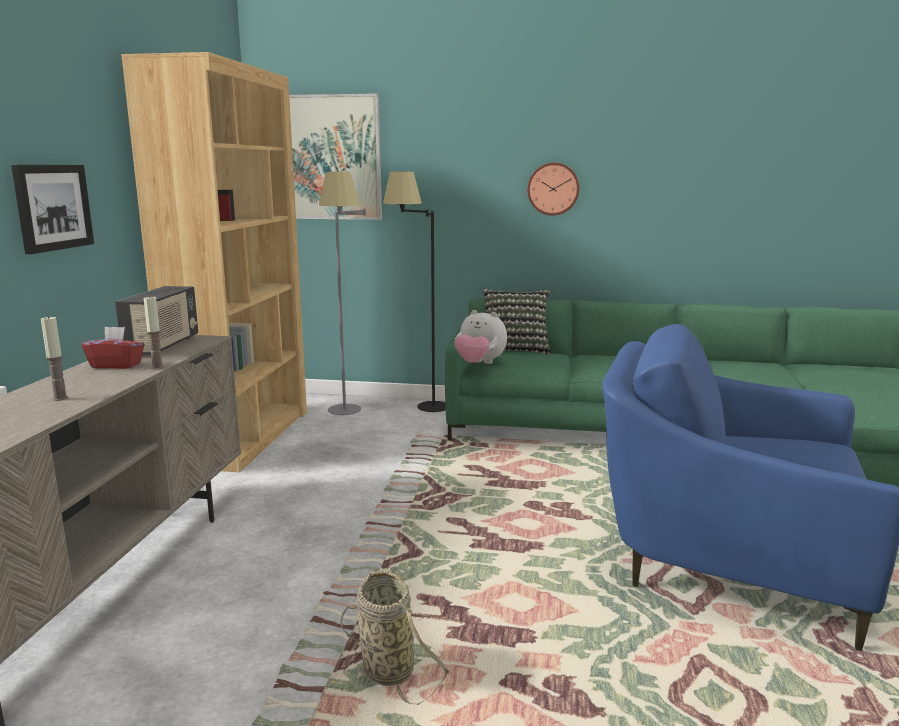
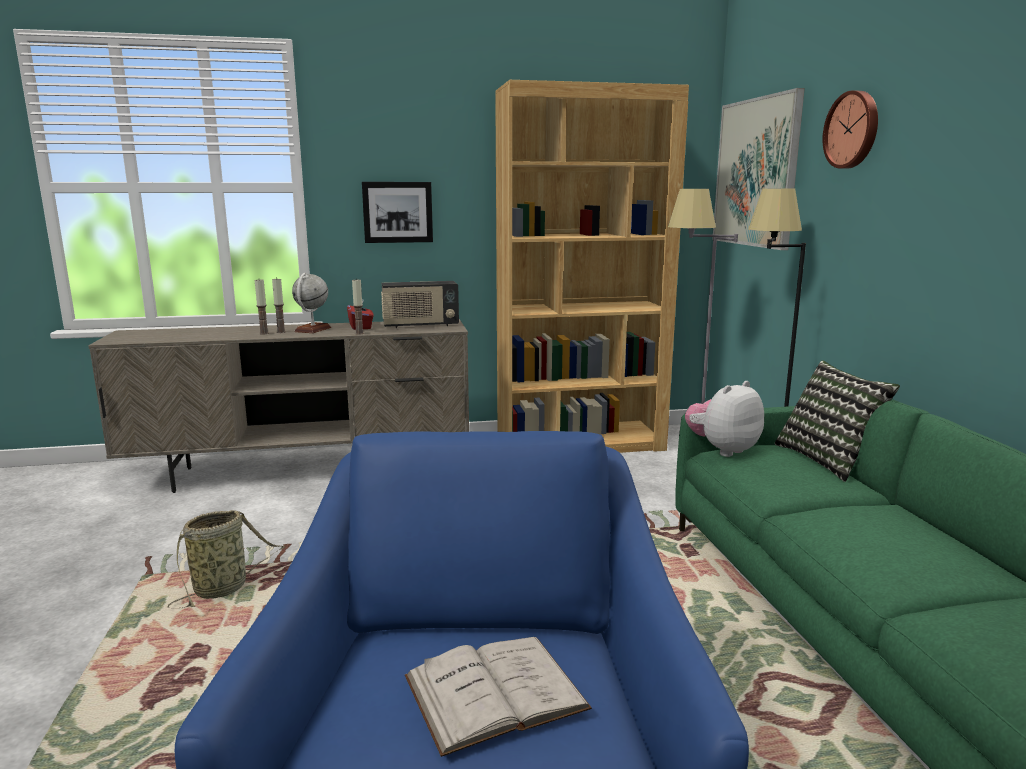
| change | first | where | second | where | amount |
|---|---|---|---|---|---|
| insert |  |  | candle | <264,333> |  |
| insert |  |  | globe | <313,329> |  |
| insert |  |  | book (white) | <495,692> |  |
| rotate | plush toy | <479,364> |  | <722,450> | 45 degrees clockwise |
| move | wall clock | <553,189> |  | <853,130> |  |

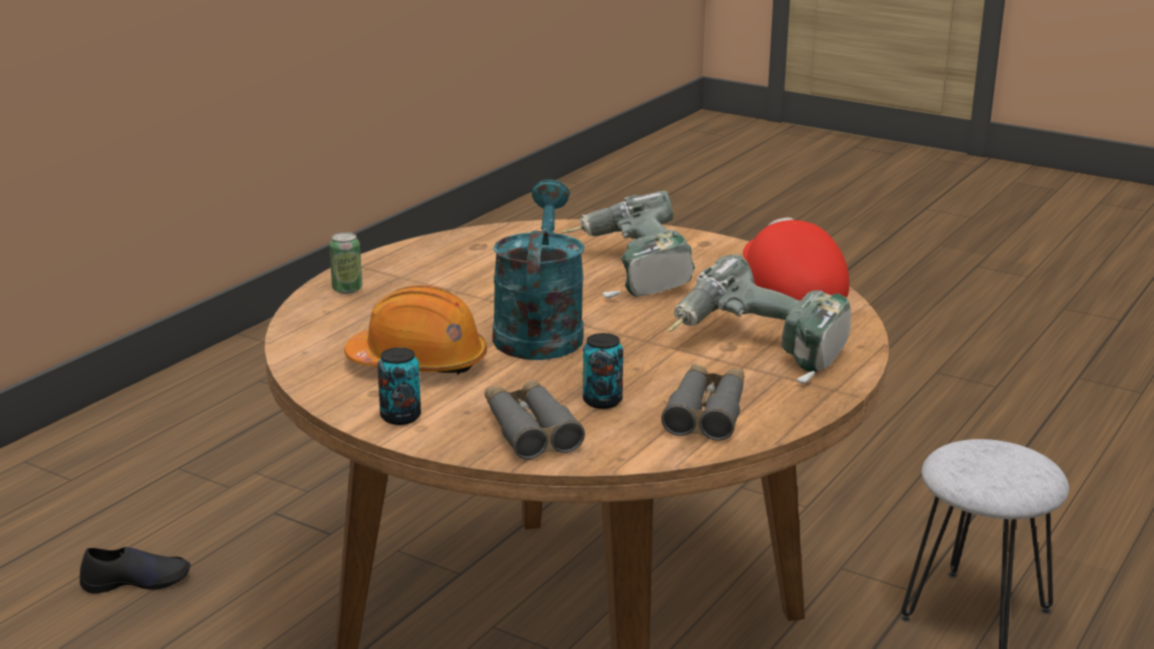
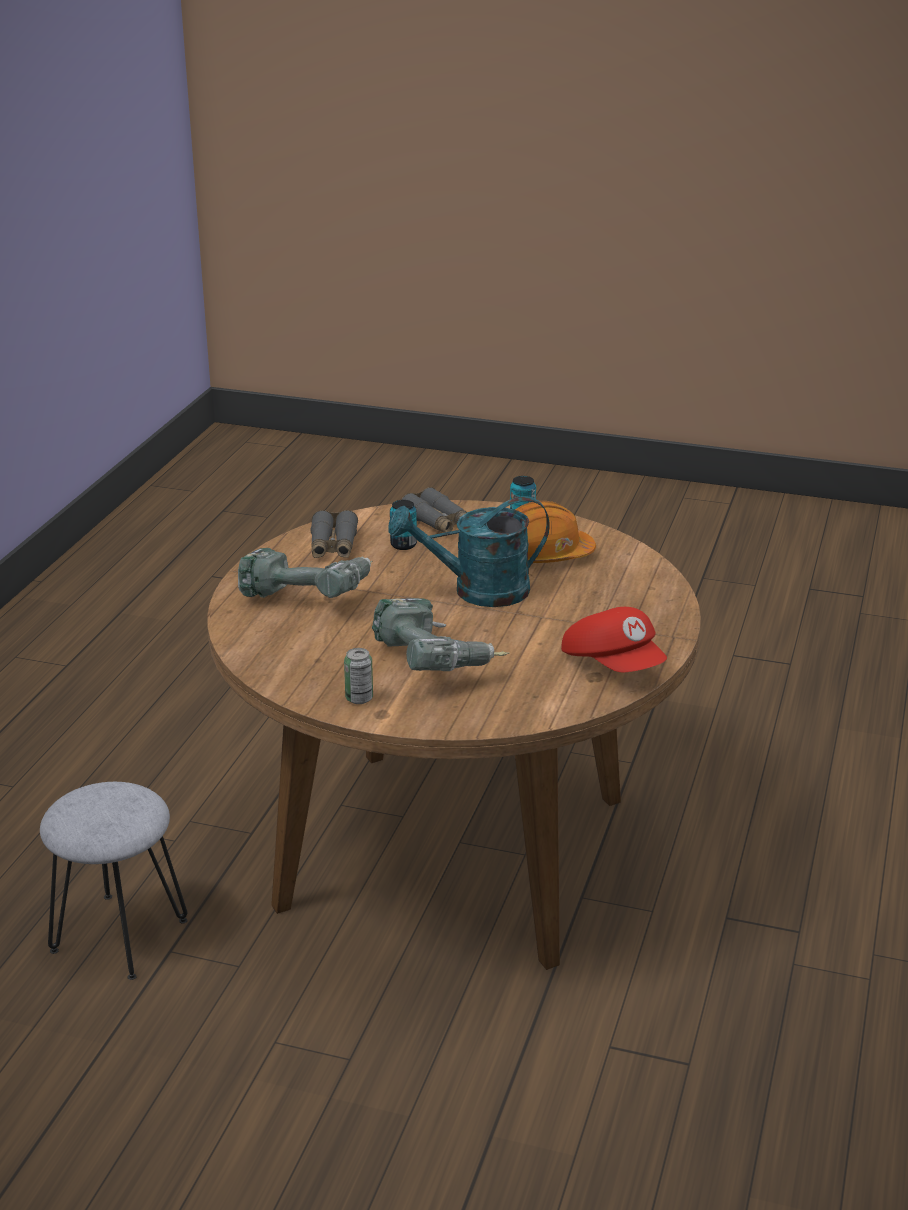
| change | first | where | second | where | amount |
|---|---|---|---|---|---|
| move | can | <347,289> |  | <359,698> |  |
| rotate | watering can (turquoise) | <539,331> |  | <477,592> | 90 degrees clockwise |
| move | cap (red) | <789,293> |  | <614,665> |  |
| delete | shoe (black) | <136,581> |  |  |  |

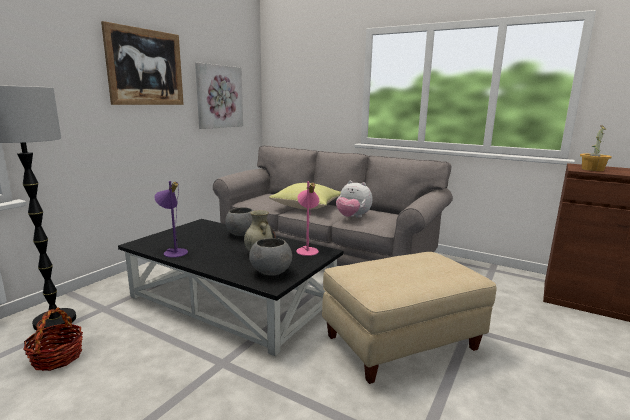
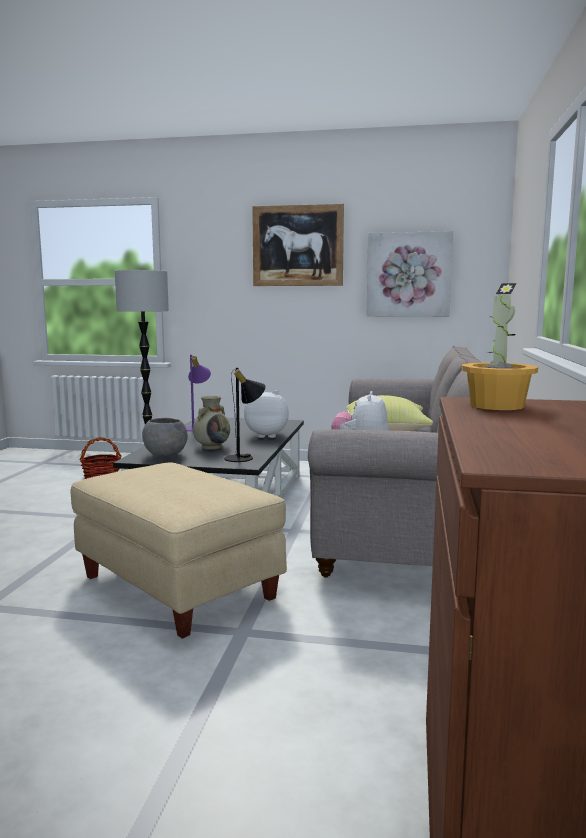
| change | first | where | second | where | amount |
|---|---|---|---|---|---|
| recolor | table lamp (pink) | <307,249> | table lamp (black) | <244,458> |  |
| replace | bowl (grey) | <242,234> | plush toy | <267,435> |  |

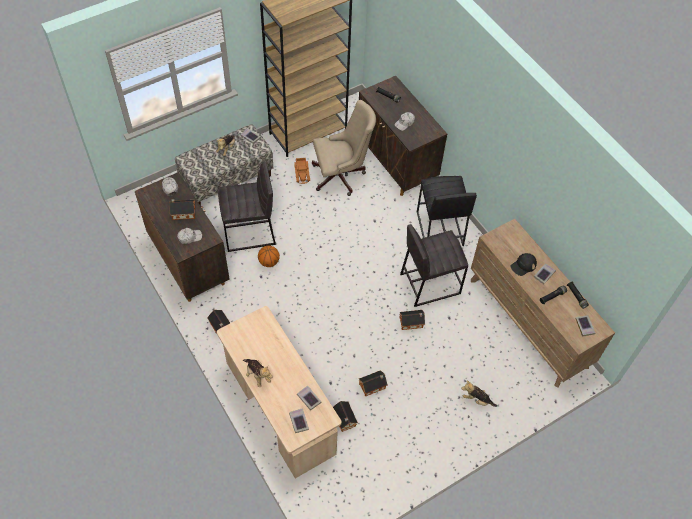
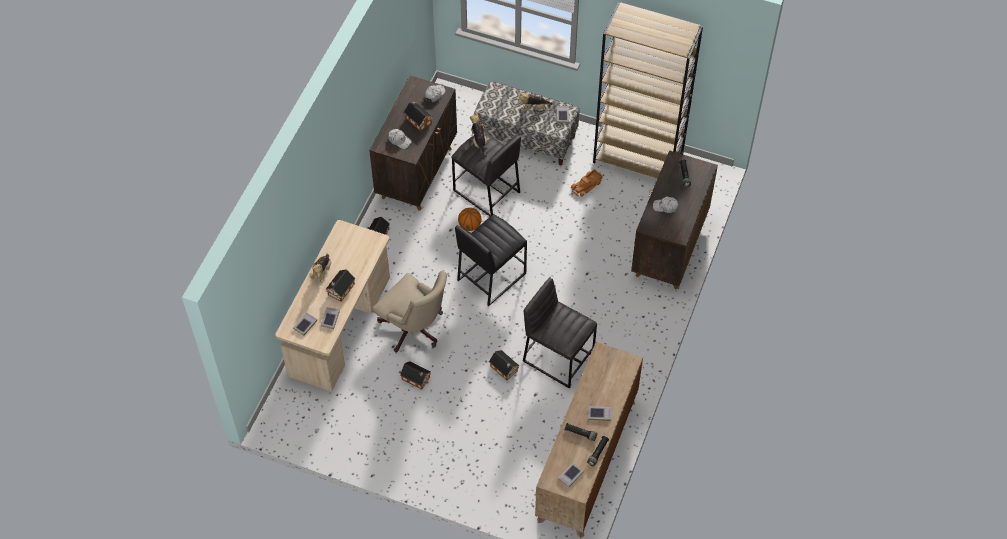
| change | first | where | second | where | amount |
|---|---|---|---|---|---|
| move | toy house | <344,420> |  | <340,290> |  |
| move | office chair (beige) | <341,176> |  | <414,329> |  |
| move | stool (black) | <439,229> |  | <490,276> |  |
| move | plush toy | <477,399> |  | <479,142> |  |
| delete | cap (black) | <523,265> |  |  |  |

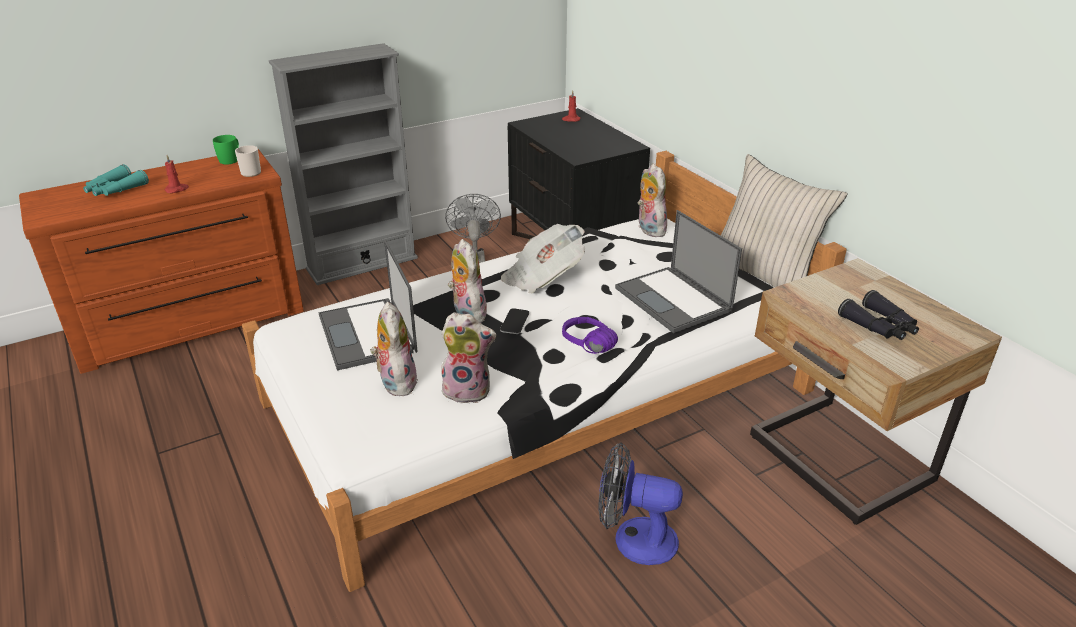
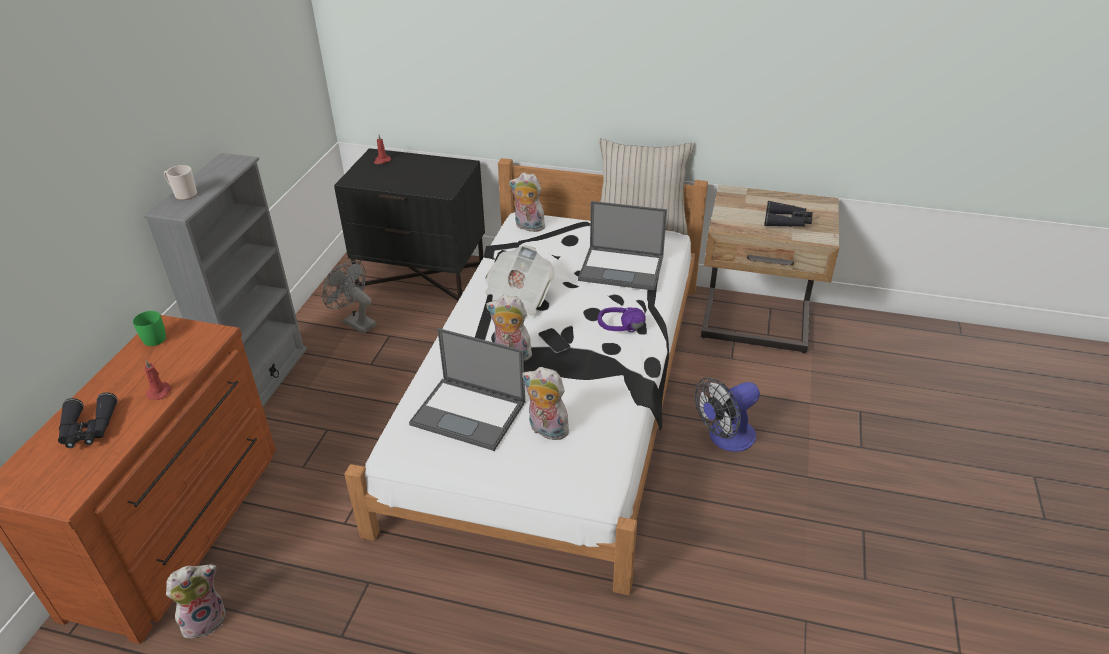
| change | first | where | second | where | amount |
|---|---|---|---|---|---|
| recolor | binoculars (turquoise) | <115,190> | binoculars (black) | <88,429> |  |
| move | mug | <250,172> |  | <183,194> |  |
| move | plush toy | <468,390> |  | <205,619> |  |

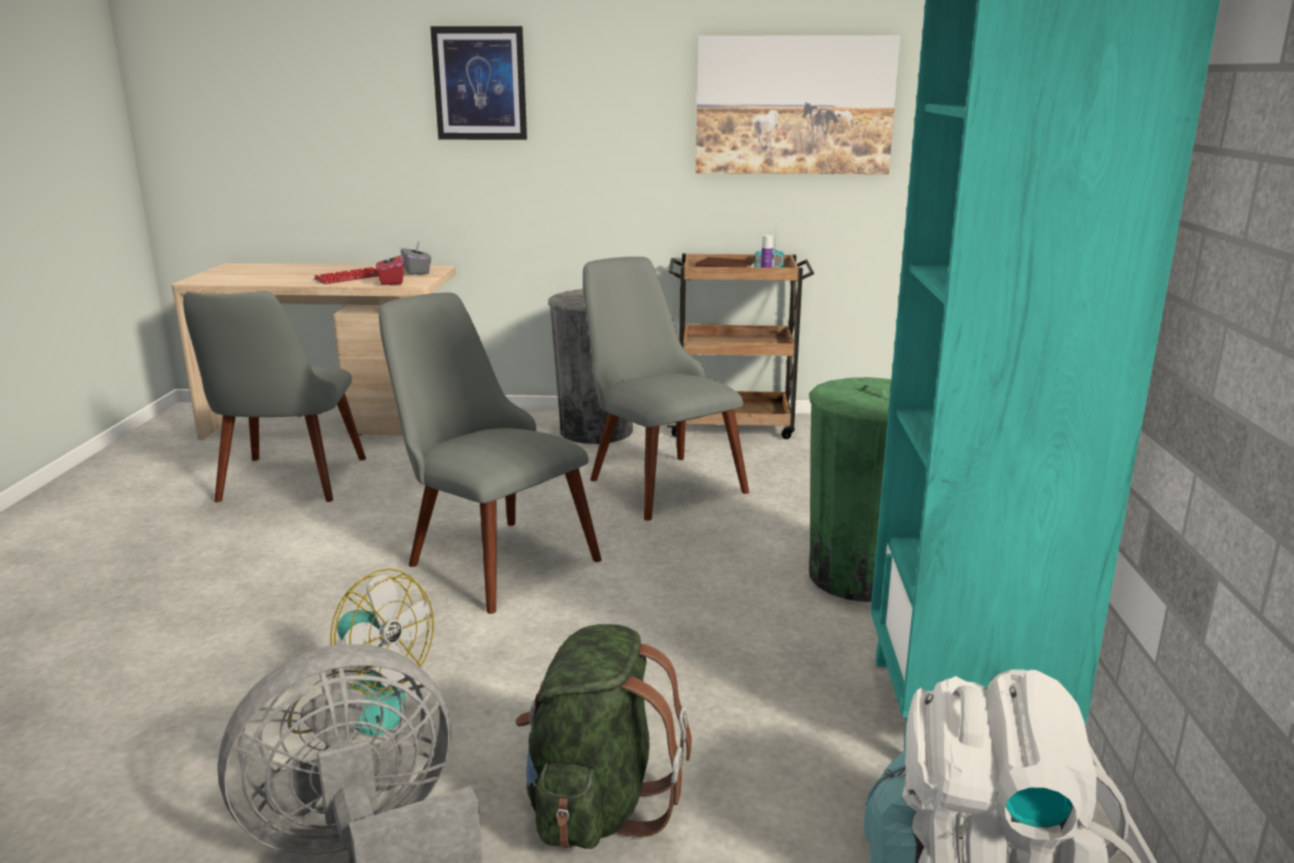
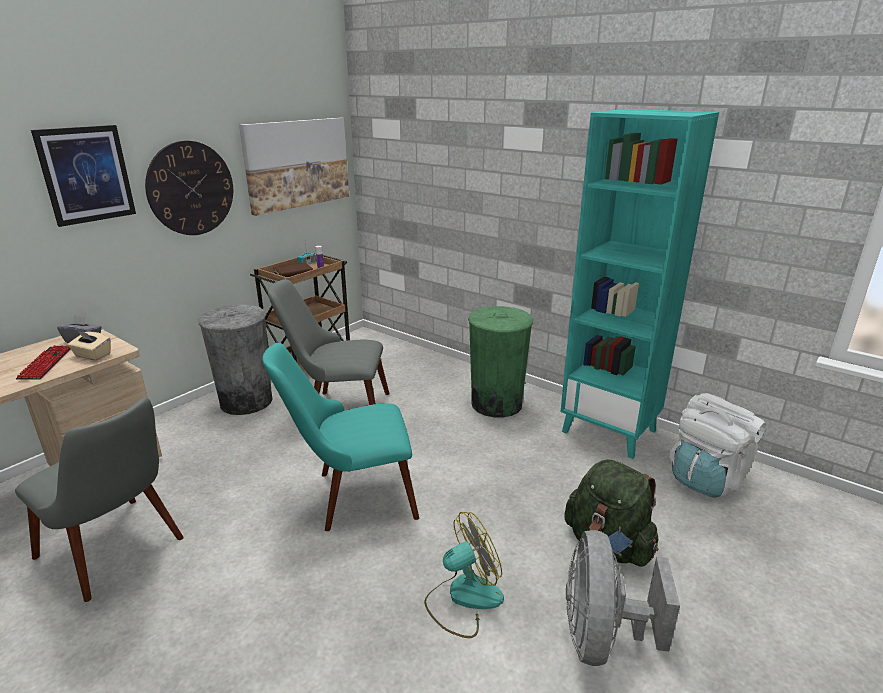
| change | first | where | second | where | amount |
|---|---|---|---|---|---|
| recolor | tissue box (red) | <391,281> | tissue box (beige) | <92,355> |  |
| insert |  |  | wall clock | <191,188> |  |
| recolor | chair (grey) | <487,555> | chair (turquoise) | <351,497> |  |

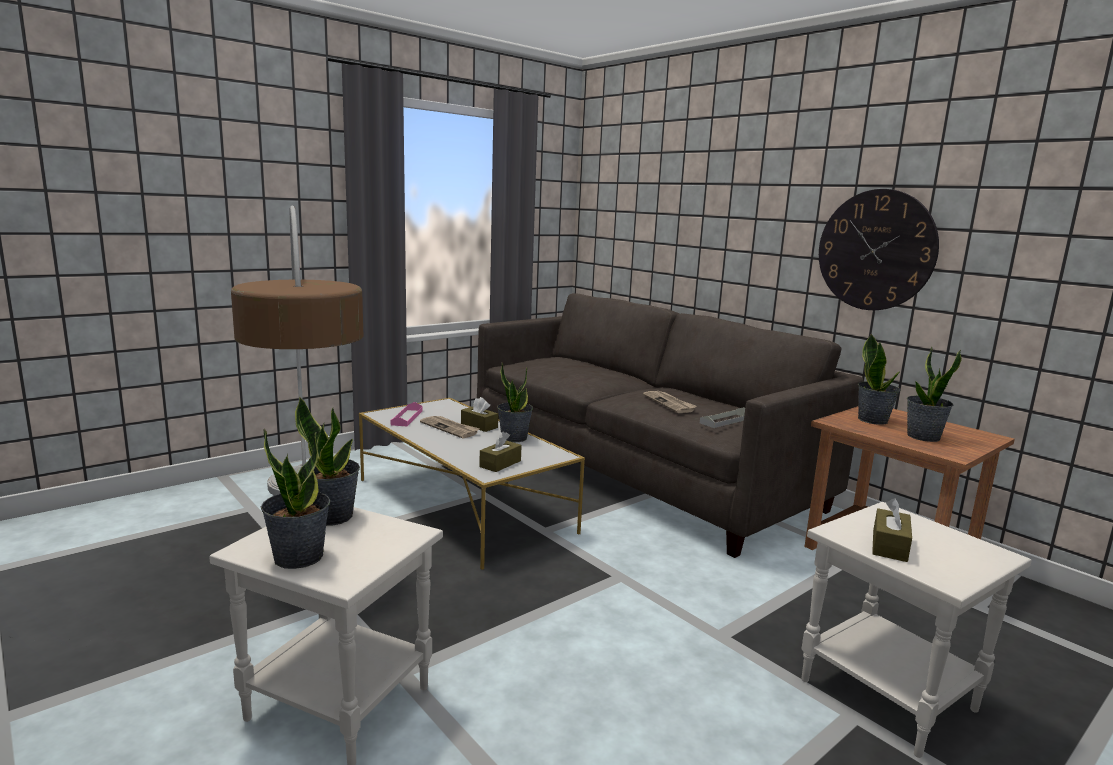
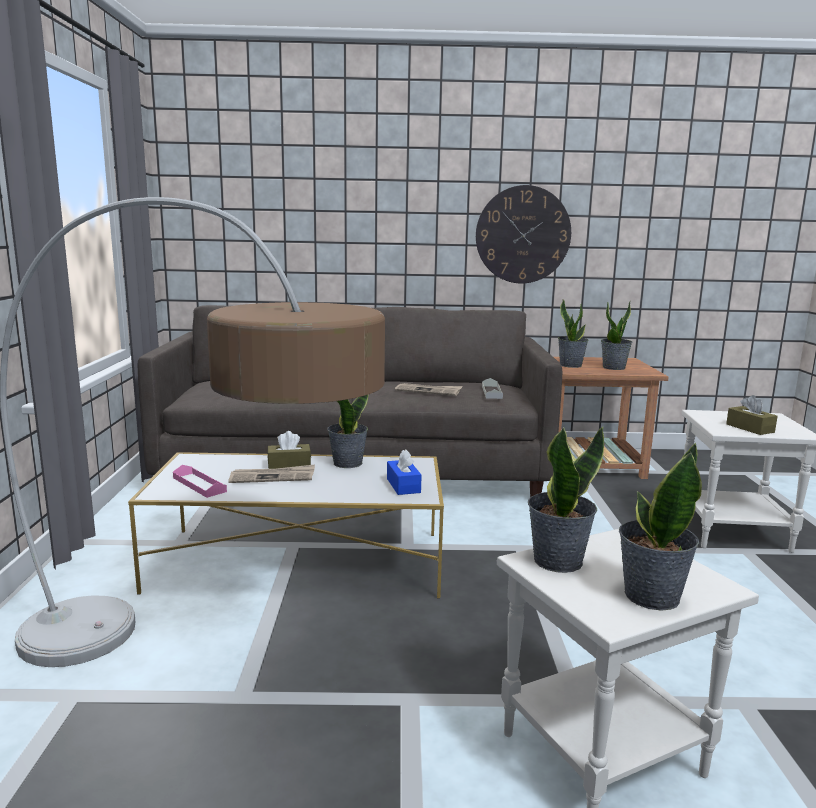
| change | first | where | second | where | amount |
|---|---|---|---|---|---|
| recolor | tissue box (brown) | <500,464> | tissue box (blue) | <403,485> |  |

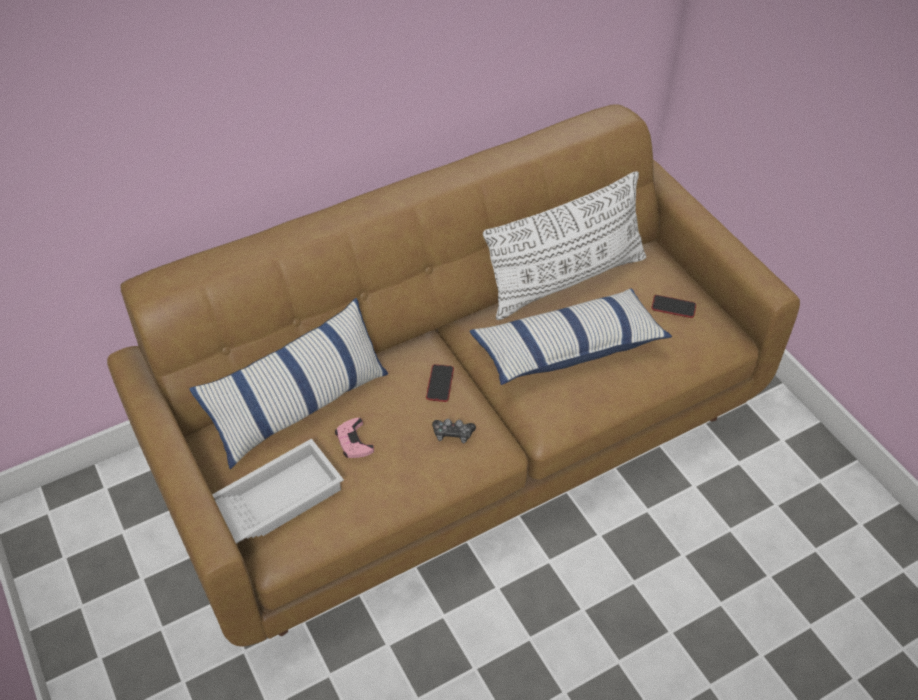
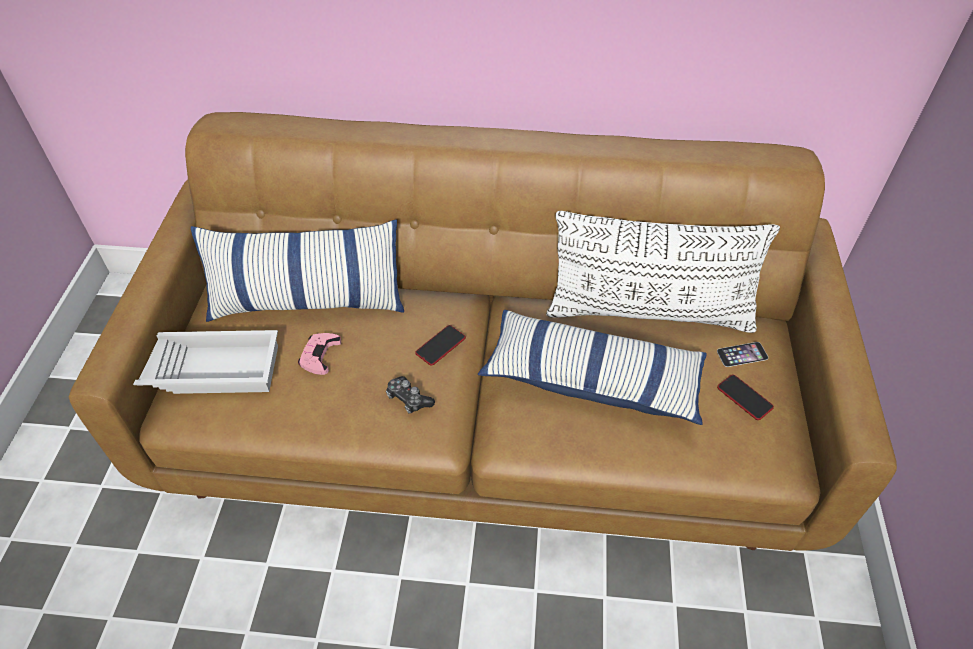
| change | first | where | second | where | amount |
|---|---|---|---|---|---|
| insert |  |  | phone | <742,354> |  |

